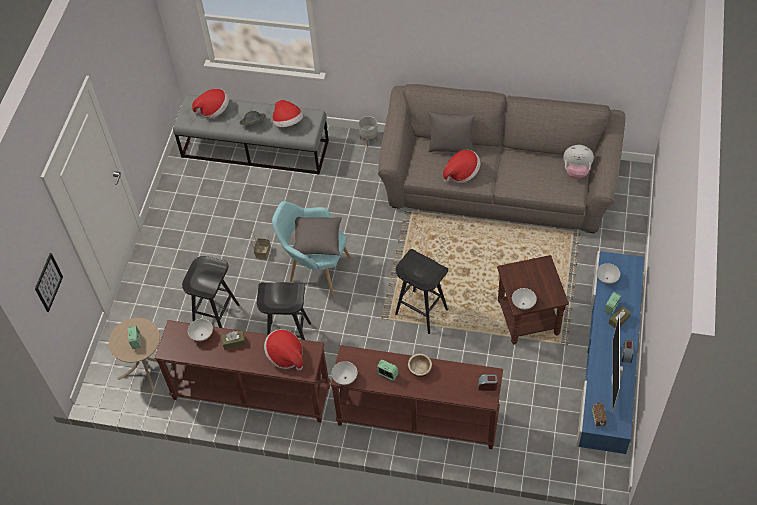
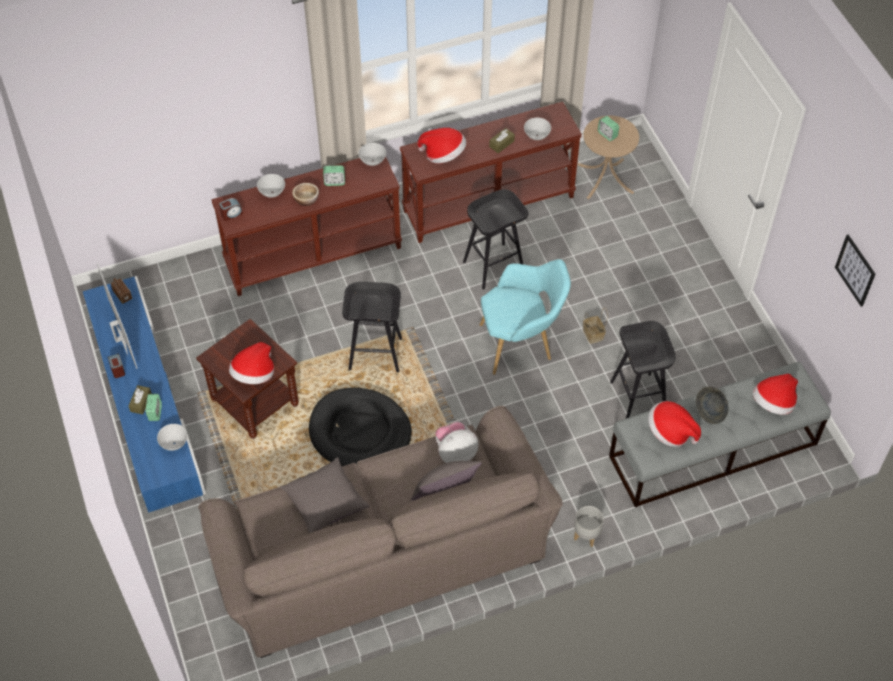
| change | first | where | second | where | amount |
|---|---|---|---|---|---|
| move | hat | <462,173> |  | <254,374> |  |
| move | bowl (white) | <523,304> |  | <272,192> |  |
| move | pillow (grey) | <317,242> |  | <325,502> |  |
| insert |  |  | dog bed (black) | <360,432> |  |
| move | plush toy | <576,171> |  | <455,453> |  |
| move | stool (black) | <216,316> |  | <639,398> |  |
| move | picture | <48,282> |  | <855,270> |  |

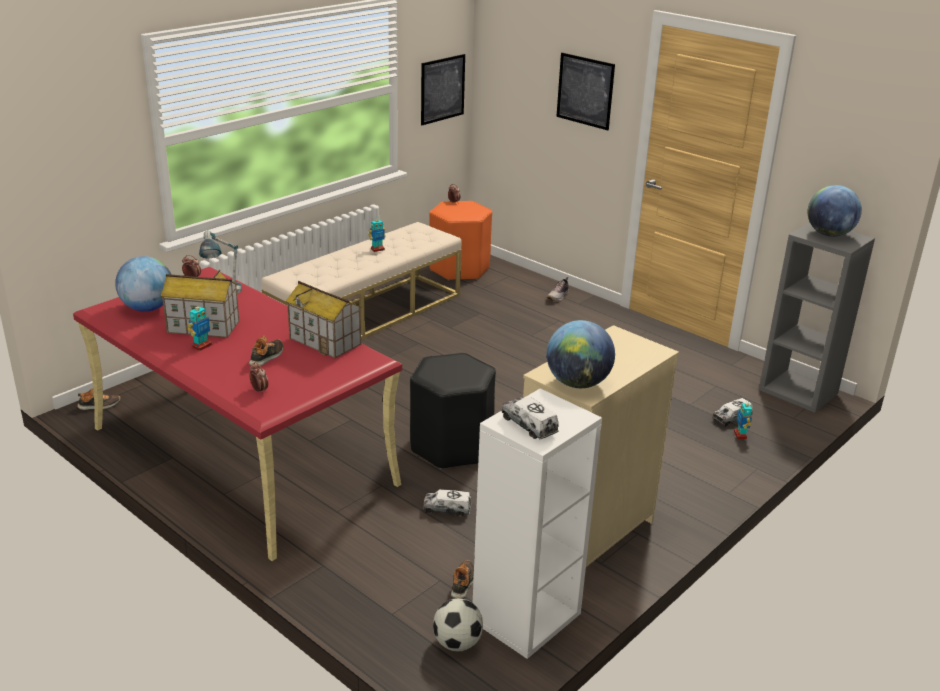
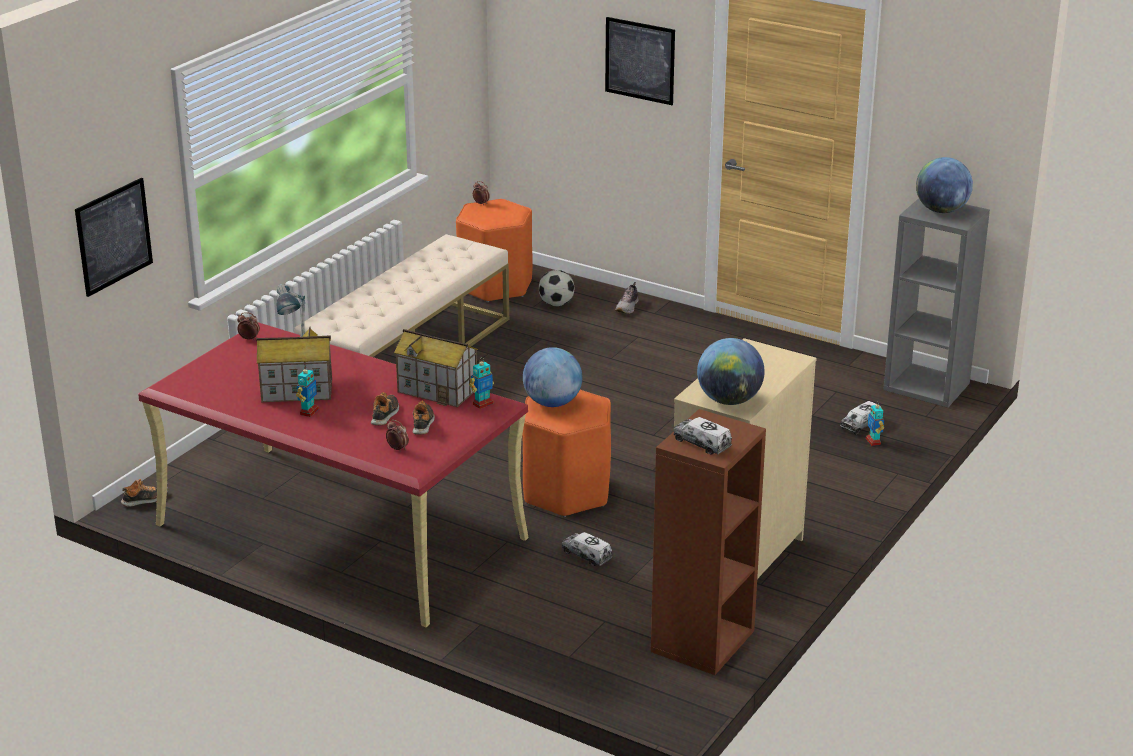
| change | first | where | second | where | amount |
|---|---|---|---|---|---|
| move | picture | <442,89> |  | <114,236> |  |
| move | shoe | <463,583> |  | <423,423> |  |
| move | toy robot | <377,249> |  | <482,404> |  |
| recolor | stool (black) | <451,446> | stool (orange) | <567,493> |  |
| move | globe | <148,308> |  | <552,403> |  |
| move | football | <457,643> |  | <556,304> |  |
| rotate | toy truck | <447,509> |  | <586,555> | 45 degrees clockwise |
| recolor | bookcase (white) | <526,618> | bookcase (brown) | <703,642> |  |

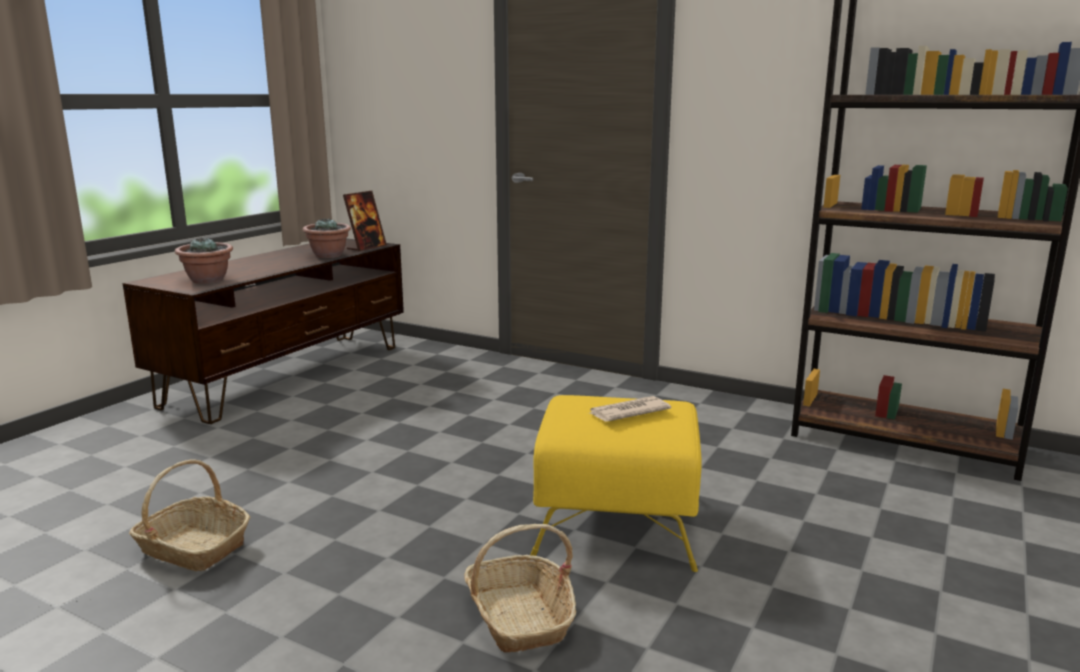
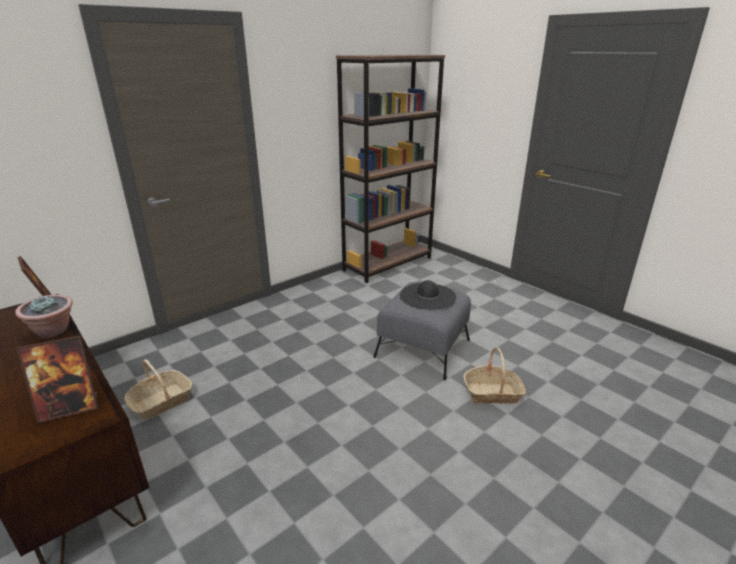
| change | first | where | second | where | amount |
|---|---|---|---|---|---|
| replace | potted plant | <208,280> | picture frame | <70,408> |  |
| move | basket | <192,548> |  | <161,401> |  |
| recolor | ottoman (yellow) | <615,521> | ottoman (grey) | <422,348> |  |
| replace | newspaper | <627,412> | hat (black) | <428,296> |  |

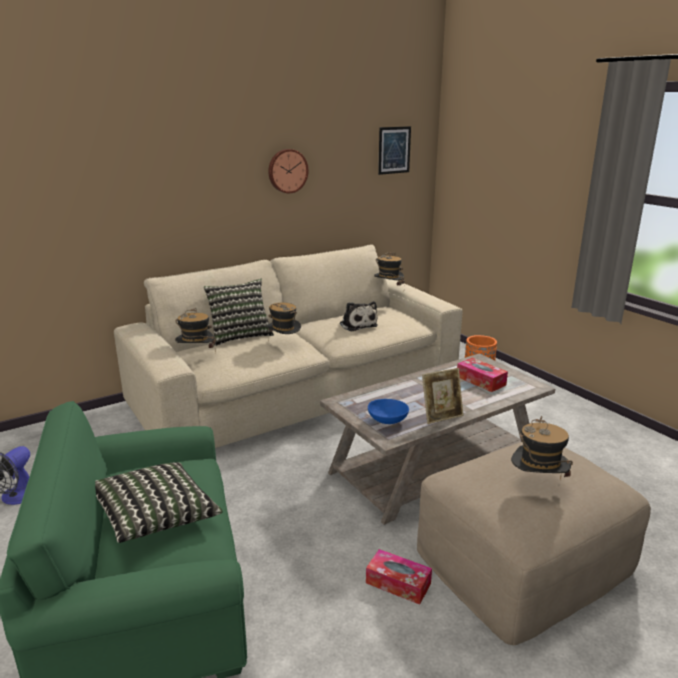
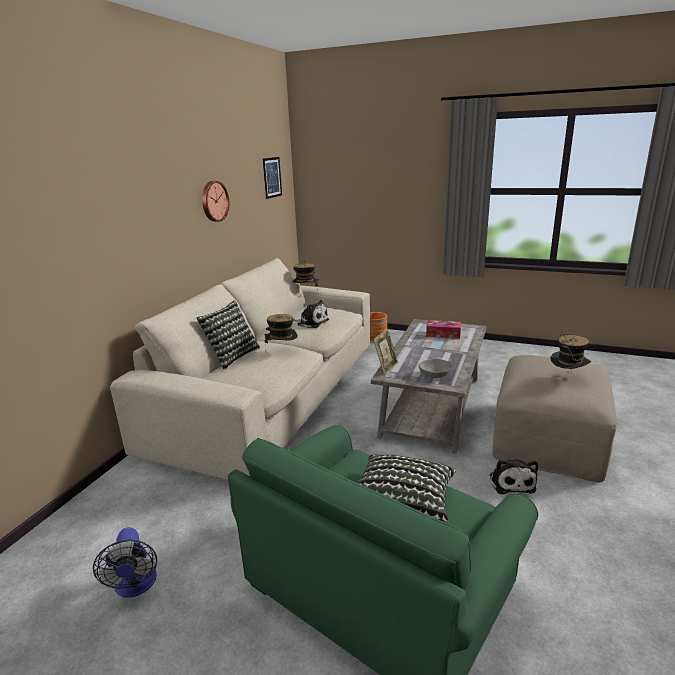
| change | first | where | second | where | amount |
|---|---|---|---|---|---|
| move | picture frame | <441,416> |  | <386,367> |  |
| recolor | bowl (blue) | <387,421> | bowl (grey) | <434,376> |  |
| replace | tissue box | <398,583> | plush toy | <511,482> |  |
| delete | hat | <197,356> |  |  |  |

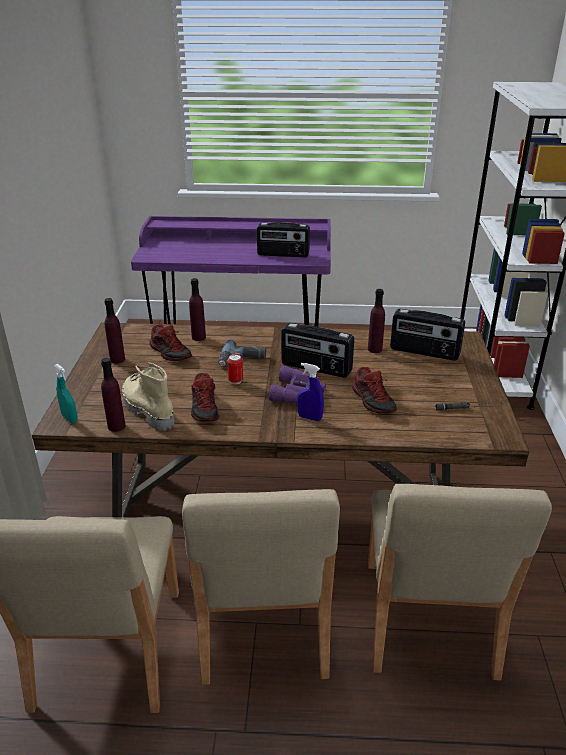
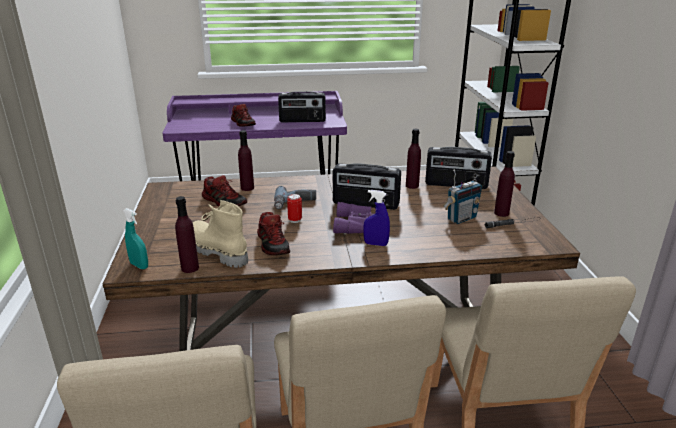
| change | first | where | second | where | amount |
|---|---|---|---|---|---|
| move | shoe | <373,401> |  | <243,123> |  |
| insert |  |  | radio | <461,218> |  |
| move | bottle (purple) | <117,359> |  | <501,213> |  |

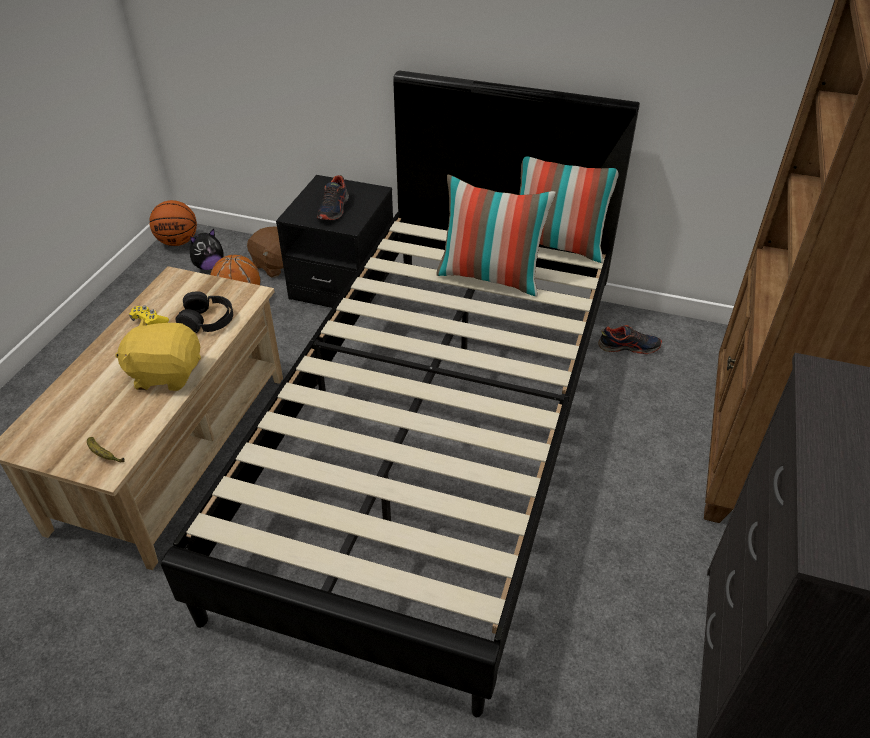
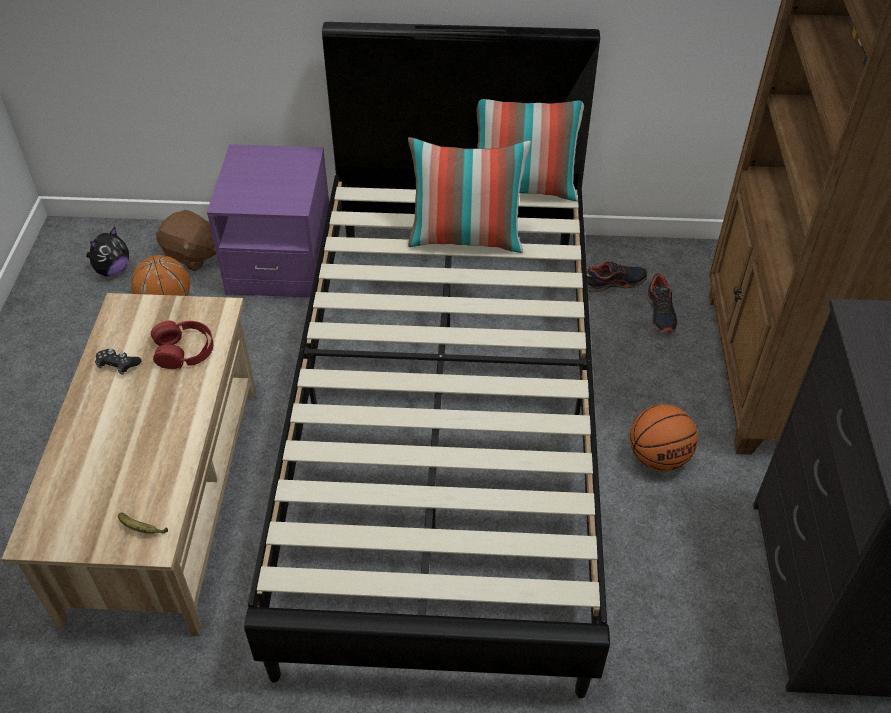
| change | first | where | second | where | amount |
|---|---|---|---|---|---|
| recolor | game controller (yellow) | <149,321> | game controller (black) | <118,365> |  |
| recolor | headphones (black) | <207,319> | headphones (red) | <184,350> |  |
| recolor | nightstand (black) | <343,282> | nightstand (purple) | <280,262> |  |
| move | basketball | <178,242> |  | <658,457> |  |
| move | shoe | <334,209> |  | <661,313> |  |
| delete | plush toy (yellow) | <166,374> |  |  |  |

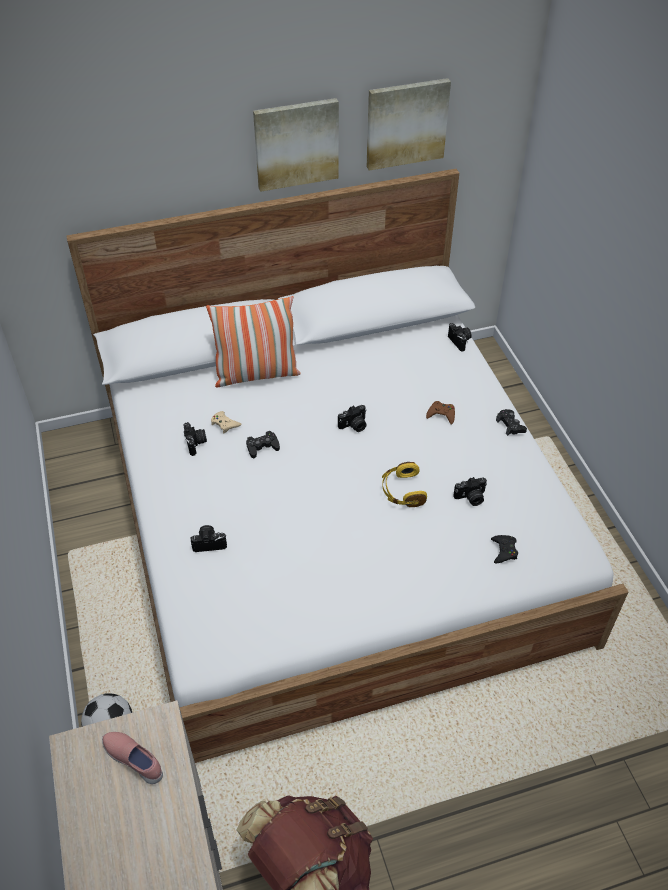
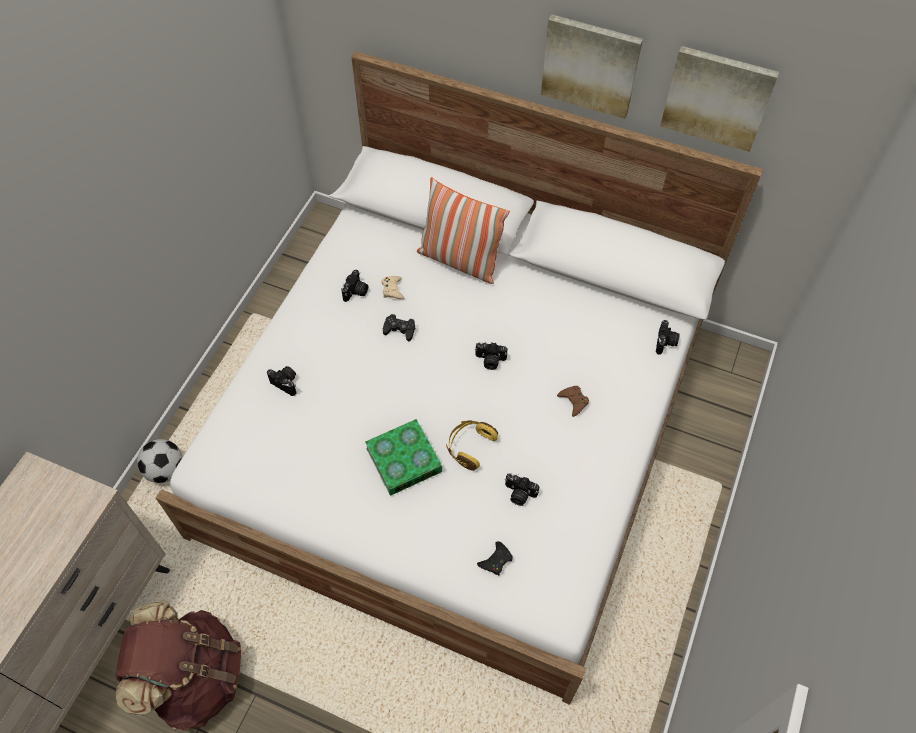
| change | first | where | second | where | amount |
|---|---|---|---|---|---|
| insert |  |  | book | <404,460> |  |
| delete | shoe (pink) | <135,759> |  |  |  |
| delete | game controller (black) | <510,425> |  |  |  |

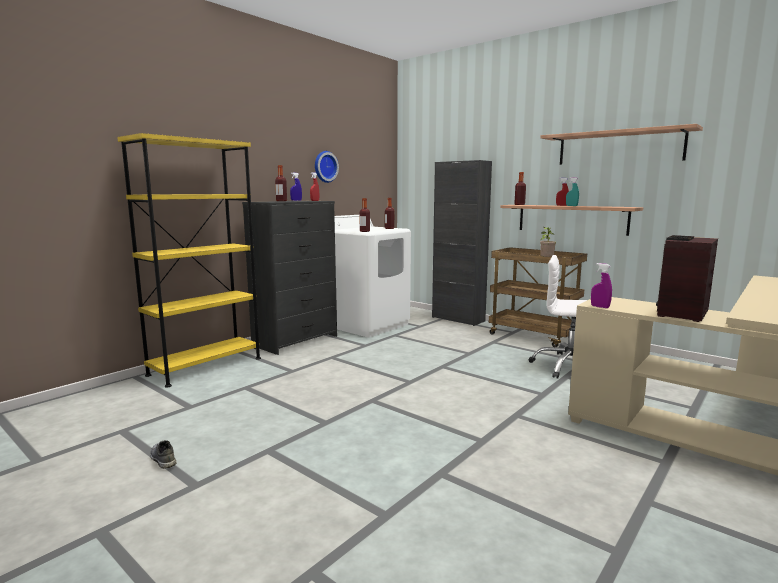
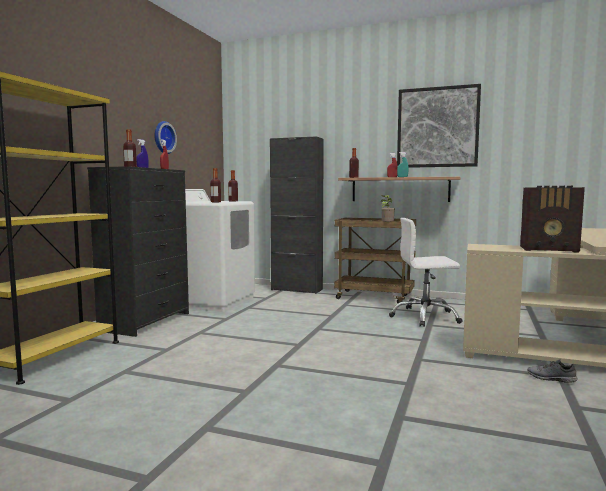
| change | first | where | second | where | amount |
|---|---|---|---|---|---|
| replace | shelf | <619,147> | picture | <437,127> |  |
| rotate | radio | <681,313> |  | <550,249> | 90 degrees counterclockwise |
| move | shoe (grey) | <162,459> |  | <551,378> |  |
| delete | spray bottle (purple) | <600,307> |  |  |  |

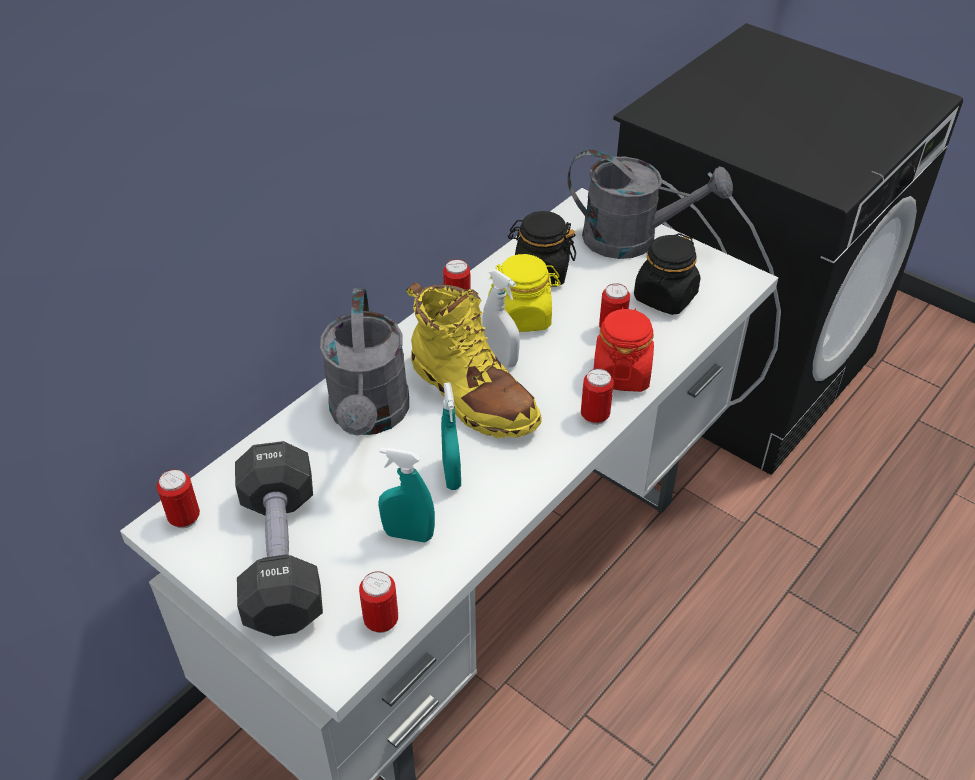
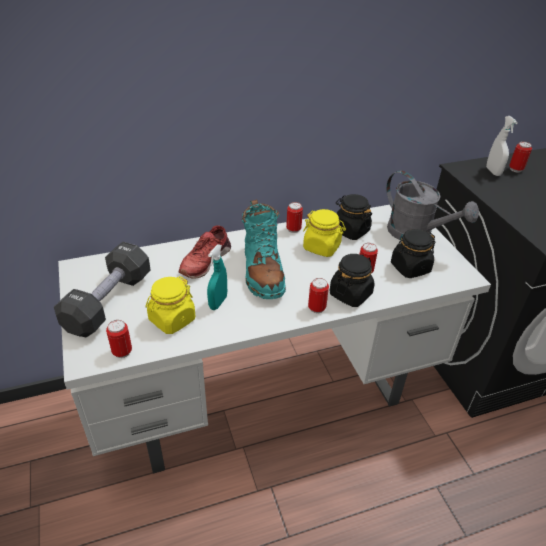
| change | first | where | second | where | amount |
|---|---|---|---|---|---|
| replace | spray bottle (turquoise) | <408,534> | jar (yellow) | <172,320> |  |
| replace | watering can (grey) | <369,417> | shoe (red) | <205,261> |  |
| recolor | boot (yellow) | <472,395> | boot (turquoise) | <262,271> |  |
| recolor | jar (red) | <621,373> | jar (black) | <350,294> |  |
| move | spray bottle (white) | <500,358> |  | <493,171> |  |
| move | can | <184,518> |  | <515,169> |  |

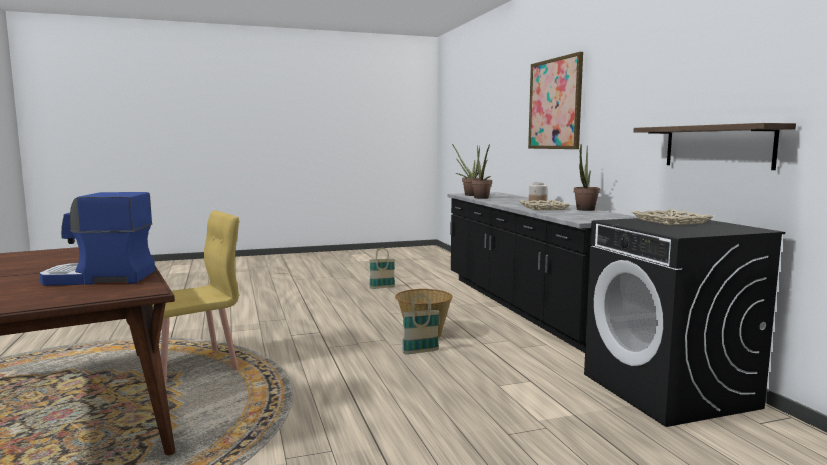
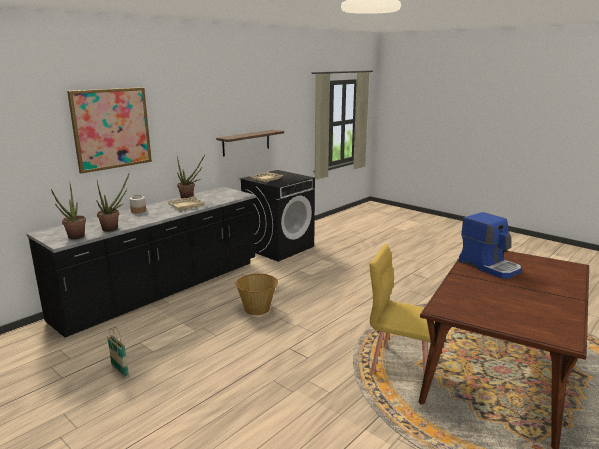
| change | first | where | second | where | amount |
|---|---|---|---|---|---|
| delete | basket | <420,352> |  |  |  |

